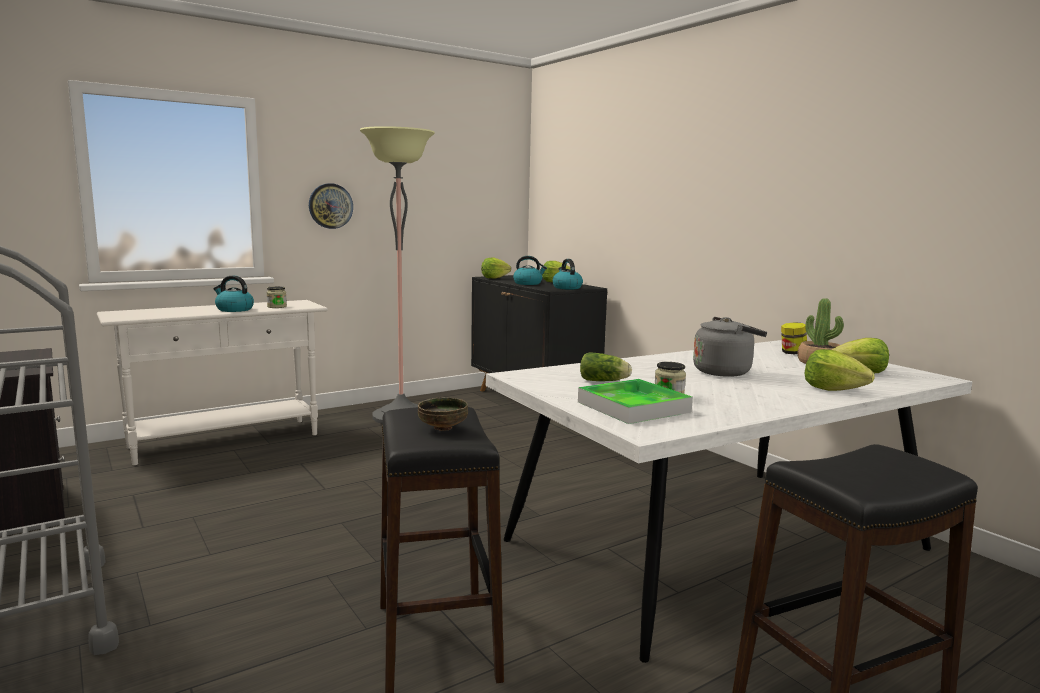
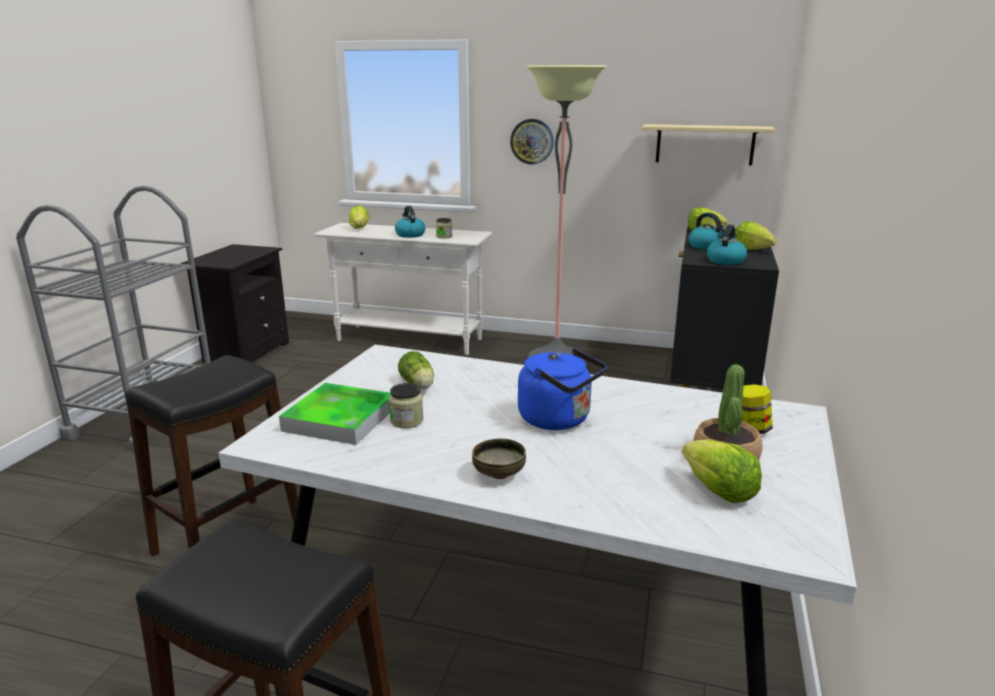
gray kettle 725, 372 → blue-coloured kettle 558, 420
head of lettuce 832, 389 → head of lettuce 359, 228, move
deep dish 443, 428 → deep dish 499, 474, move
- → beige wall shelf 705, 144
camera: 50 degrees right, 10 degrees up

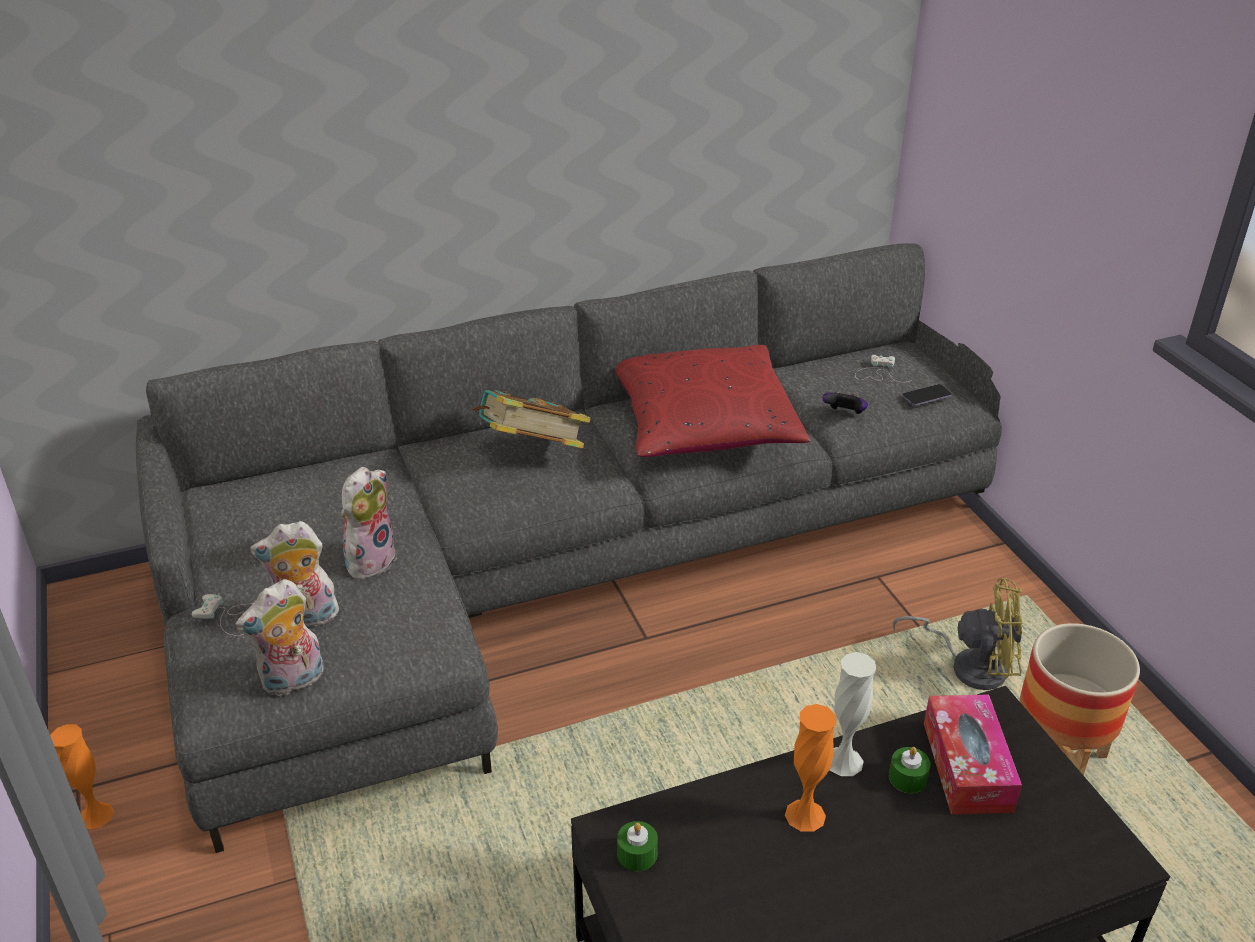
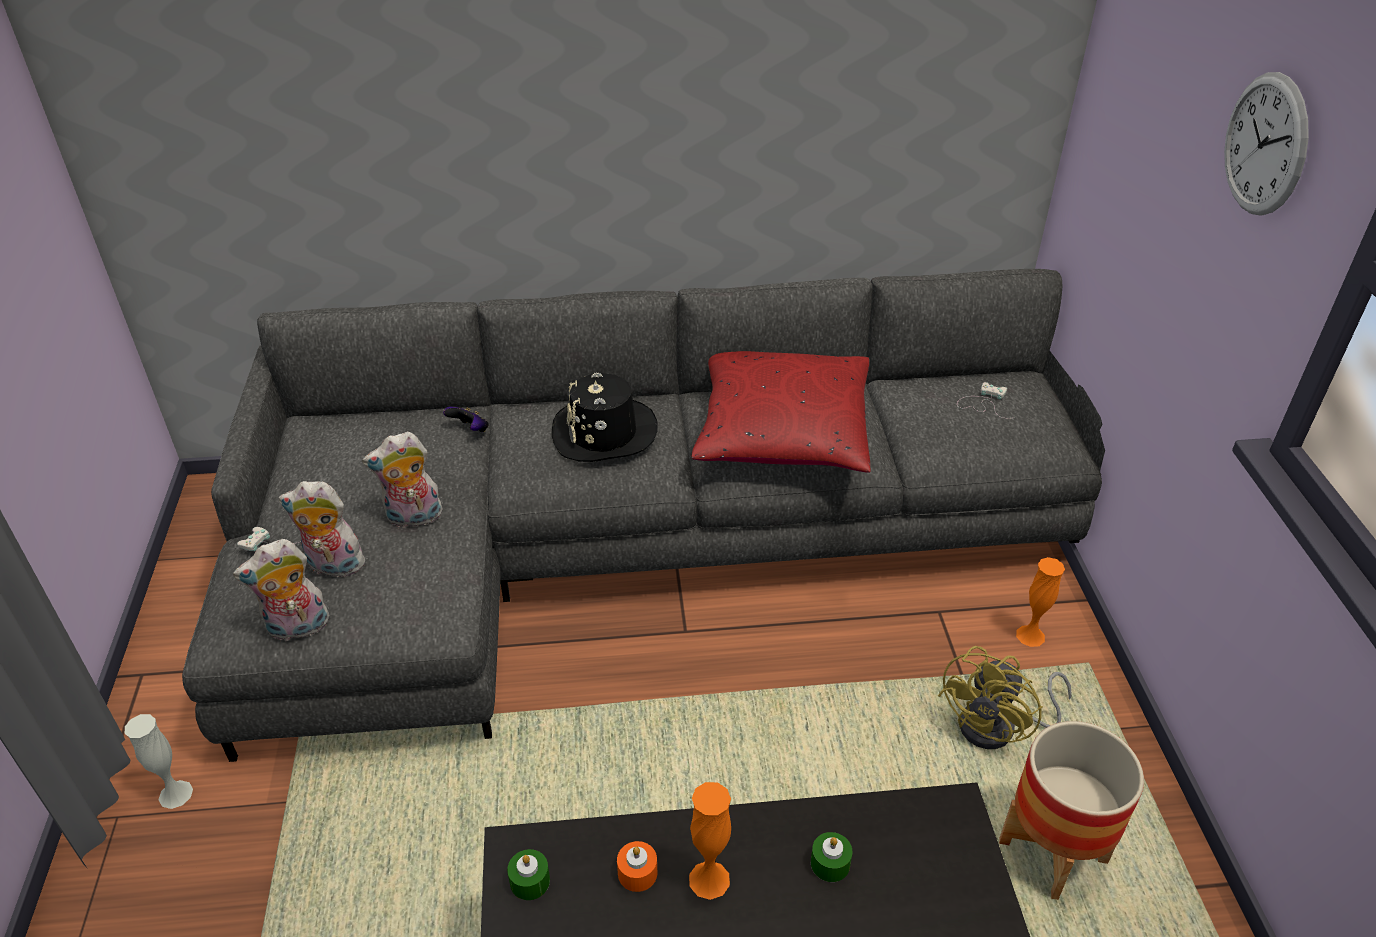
telephone 926, 396 → -
volume 532, 451 → blackish wearable hat 604, 433
joypad 844, 414 → joypad 470, 430, move
soft toy 370, 560 → soft toy 413, 518, 150 degrees counterclockwise
yellow cooling fan 969, 665 → yellow cooling fan 998, 728, 105 degrees clockwise
white-coloured flower vase 843, 761 → white-coloured flower vase 175, 794, move
tissue box 967, 766 → -
orangey flower vase 96, 815 → orangey flower vase 1030, 635, move
- → hanging clock 1265, 144
- → orangey wax candle 637, 873
camera: 15 degrees right, 5 degrees up

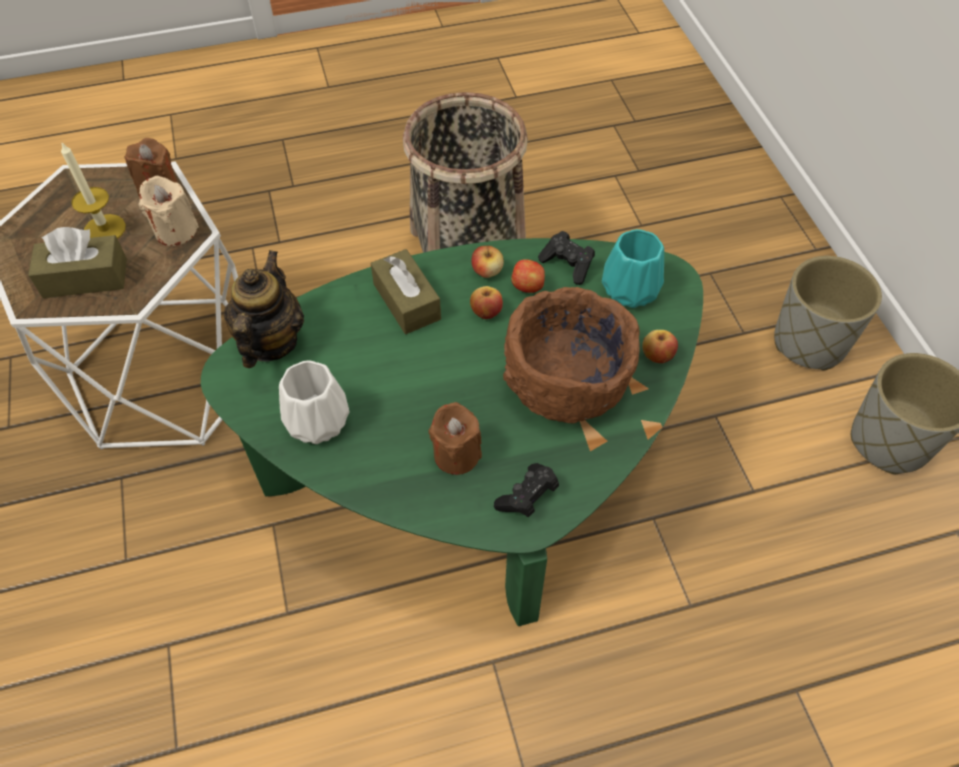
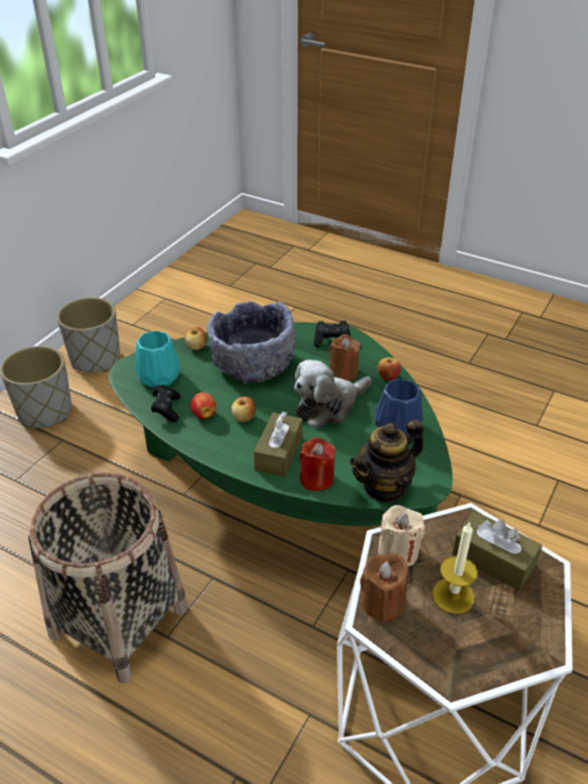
apple 487, 271 → apple 388, 377, move
brown deep dish 566, 381 → gray deep dish 253, 364
white-coloured flower vase 315, 422 → blue-coloured flower vase 399, 428
- → soft toy 329, 406
- → red wax candle 316, 479
camera: 135 degrees left, 15 degrees down

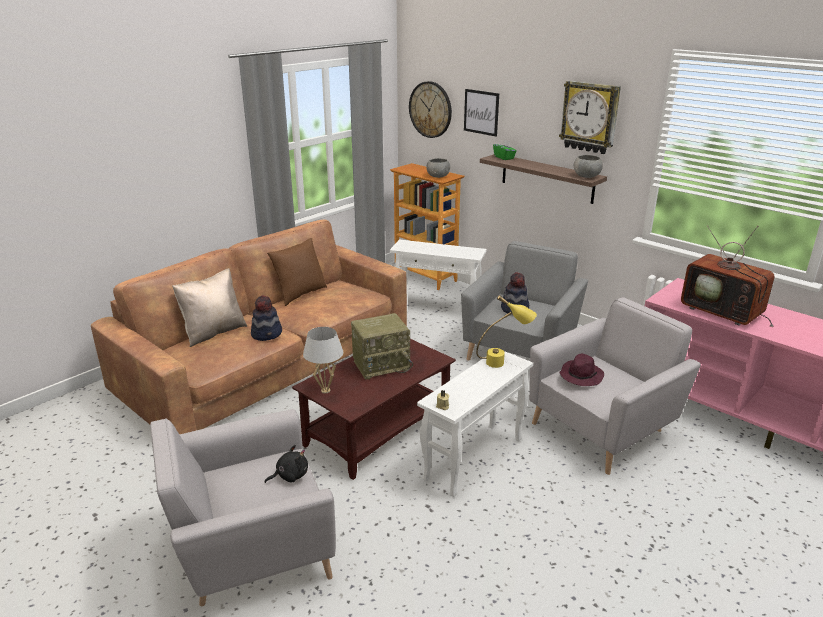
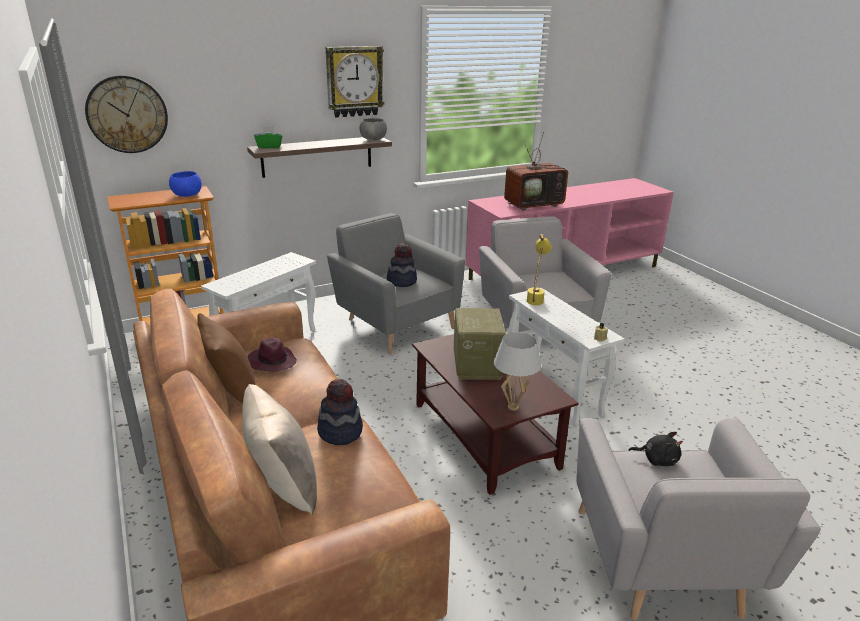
wall art 481, 112 → -
gray deep dish 438, 176 → blue-coloured deep dish 187, 195
purple wearable hat 581, 375 → purple wearable hat 272, 362, move
blackish soft toy 290, 476 → blackish soft toy 657, 459, 120 degrees clockwise
camera: 70 degrees left, 0 degrees up

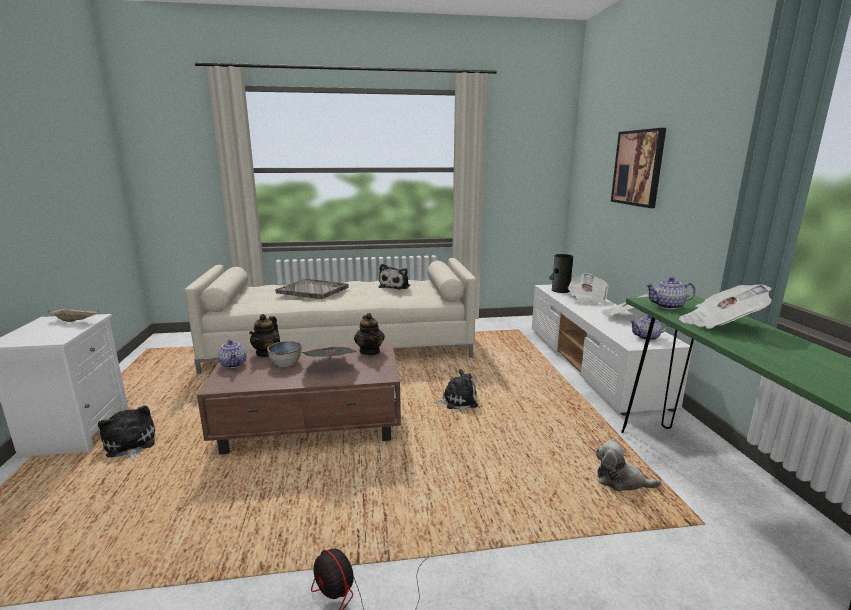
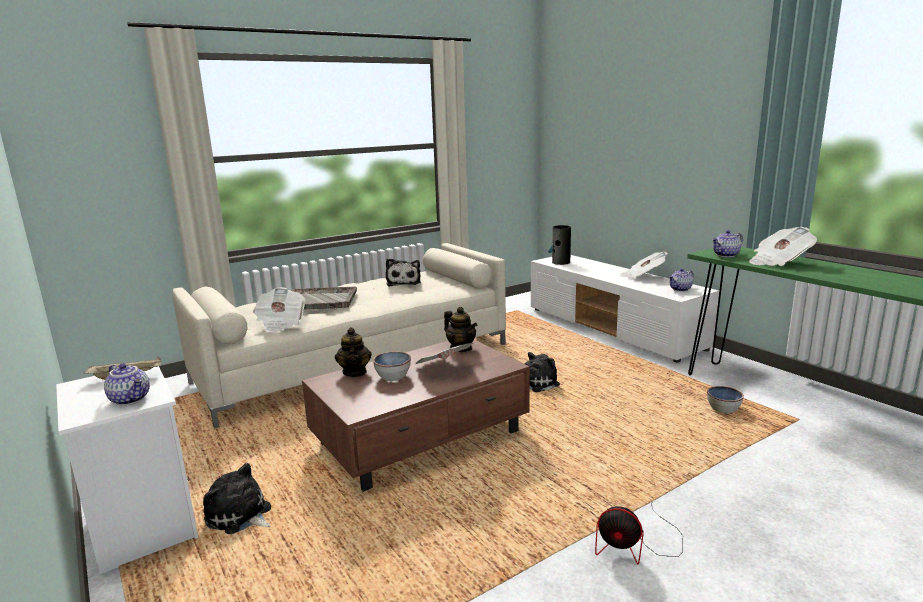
wall art 638, 168 → -
daily paper 586, 300 → daily paper 280, 323, move
teapot 234, 364 → teapot 131, 399, move
soft toy 621, 481 → deep dish 723, 409
camera: 25 degrees left, 0 degrees up

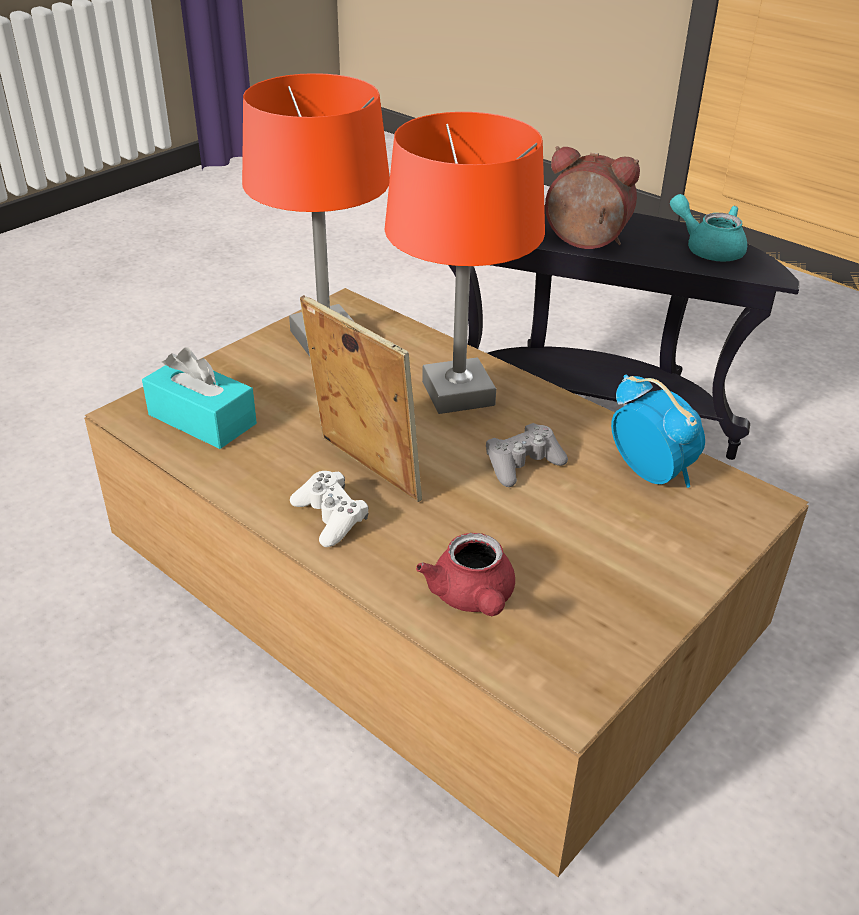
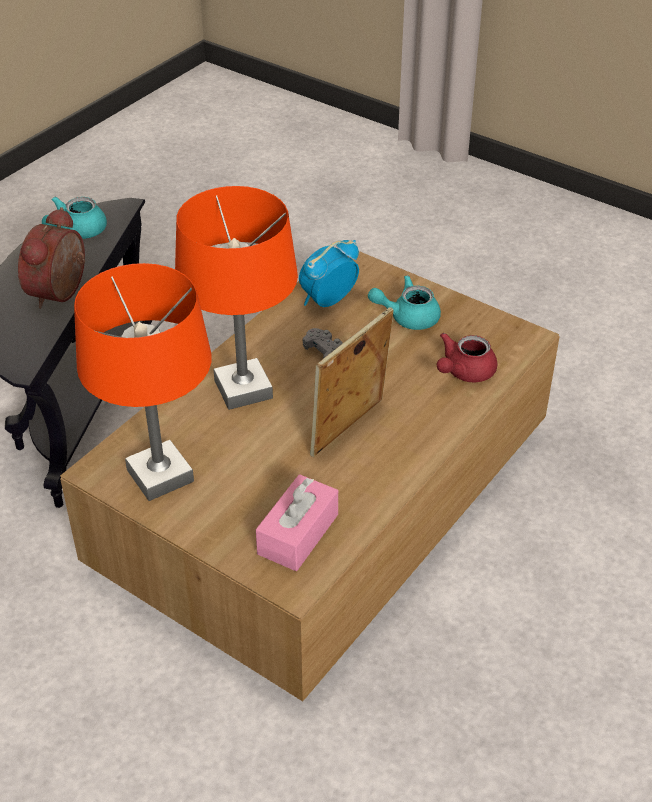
blue-green tissue box 202, 419 → pinkish tissue box 298, 534
white-coloured joypad 330, 518 → -
red teapot 473, 598 → red teapot 464, 372, 150 degrees clockwise
- → blue-green teapot 407, 317
camera: 95 degrees left, 5 degrees up

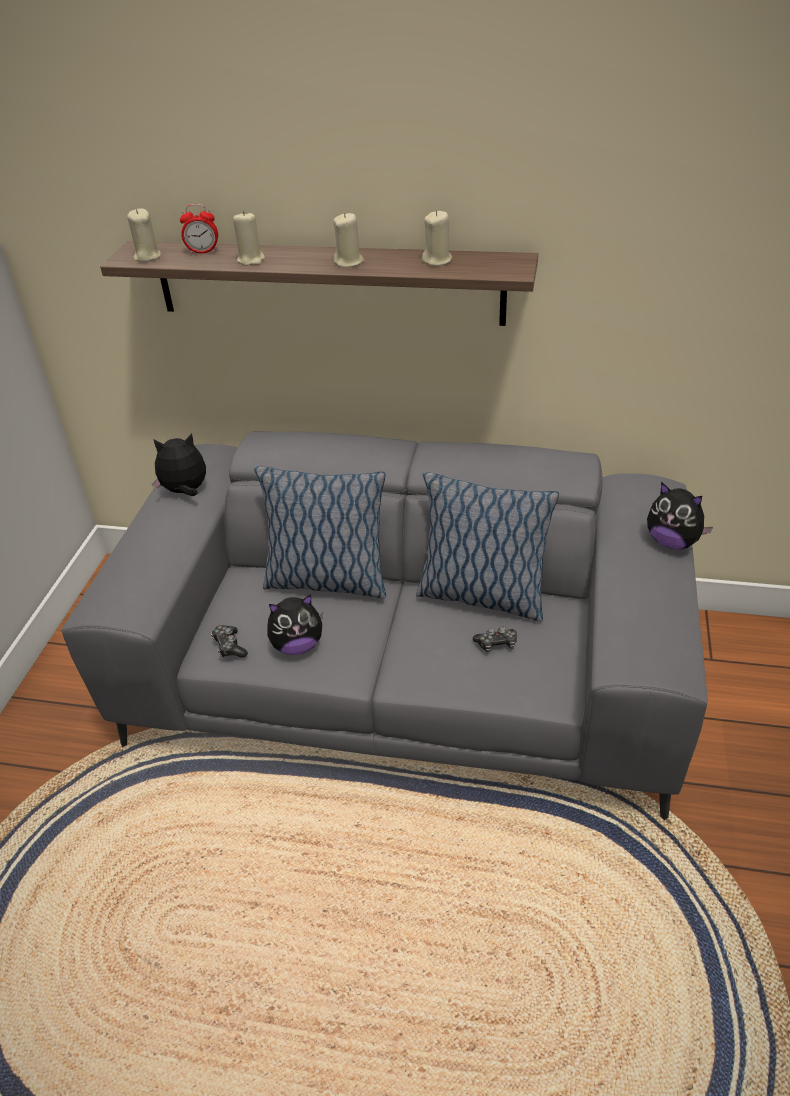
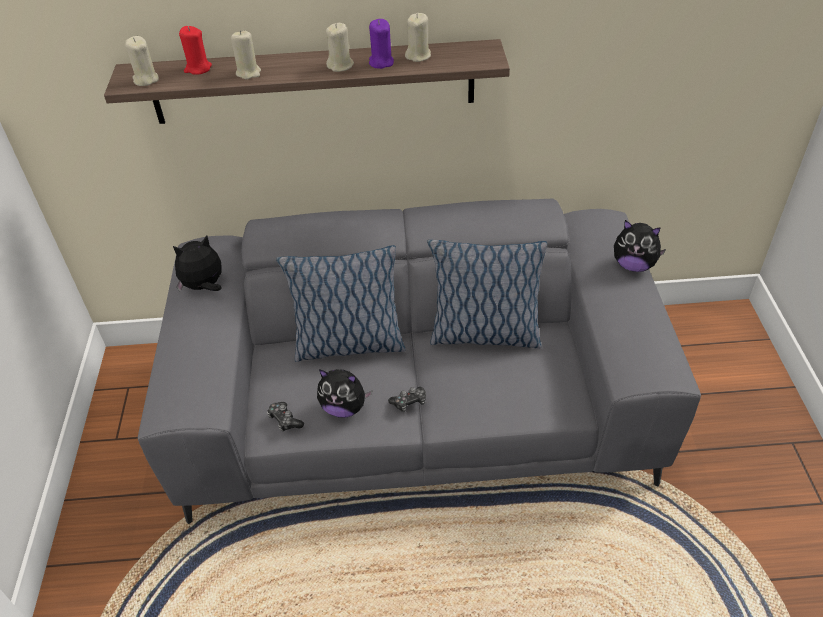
table clock 203, 252 → red wax candle 198, 69
soft toy 297, 645 → soft toy 344, 407, 45 degrees clockwise
joypad 496, 644 → joypad 409, 402, move
- → purple wax candle 381, 62
camera: 15 degrees left, 5 degrees up

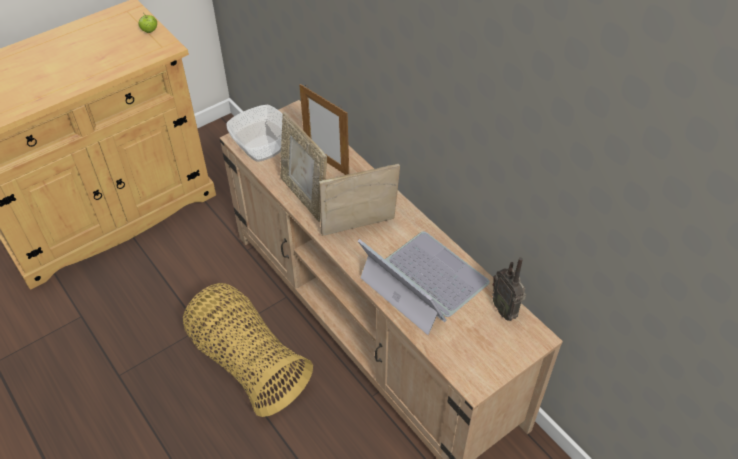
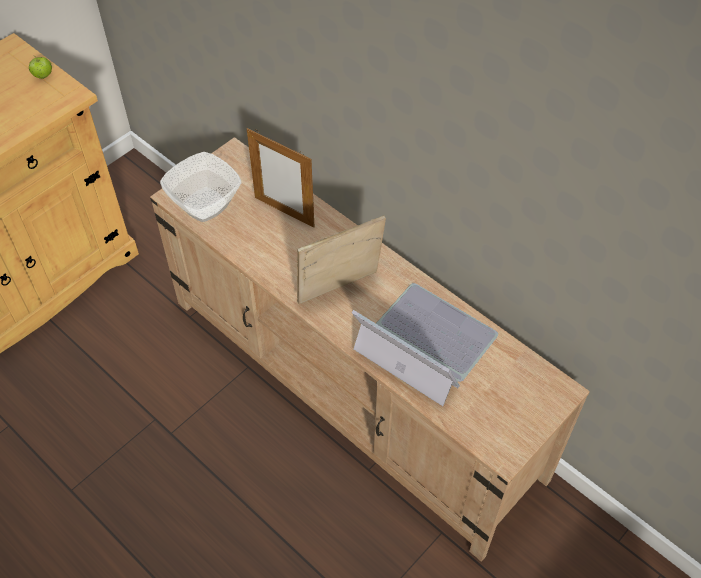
standing frame 305, 197 → -
radio receiver 505, 309 → -
basket 247, 363 → -
camera: 10 degrees left, 5 degrees up

